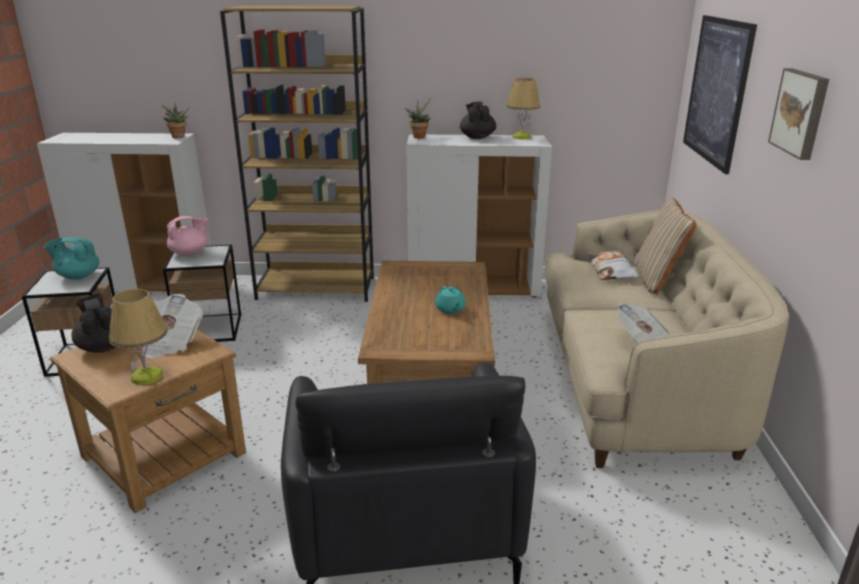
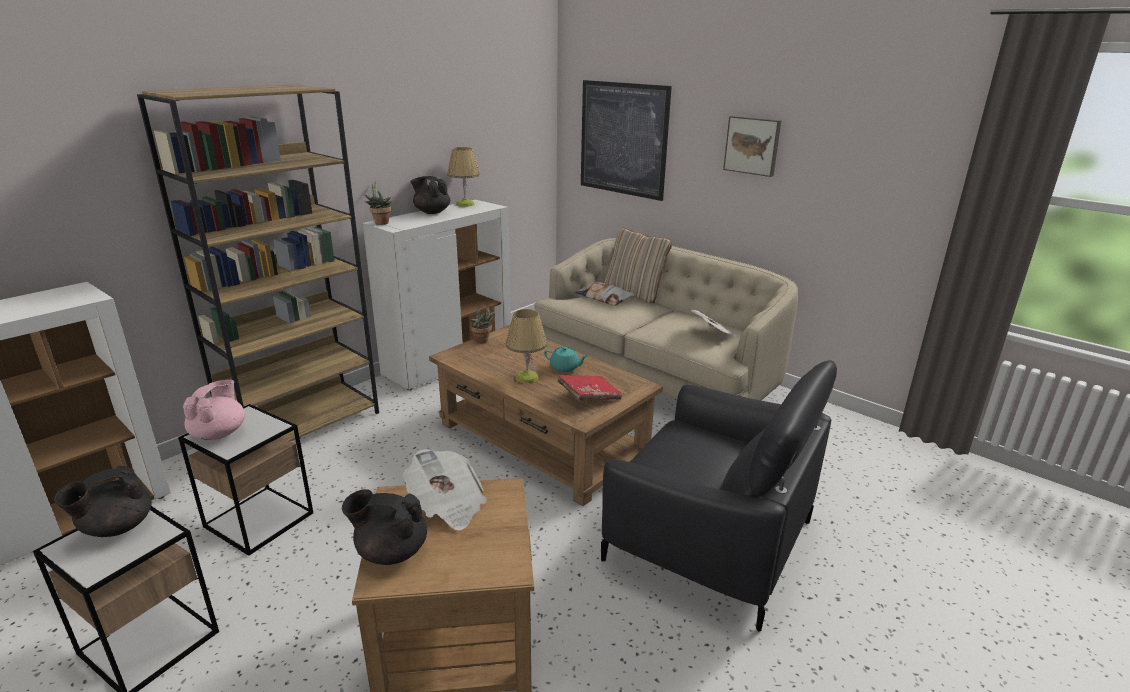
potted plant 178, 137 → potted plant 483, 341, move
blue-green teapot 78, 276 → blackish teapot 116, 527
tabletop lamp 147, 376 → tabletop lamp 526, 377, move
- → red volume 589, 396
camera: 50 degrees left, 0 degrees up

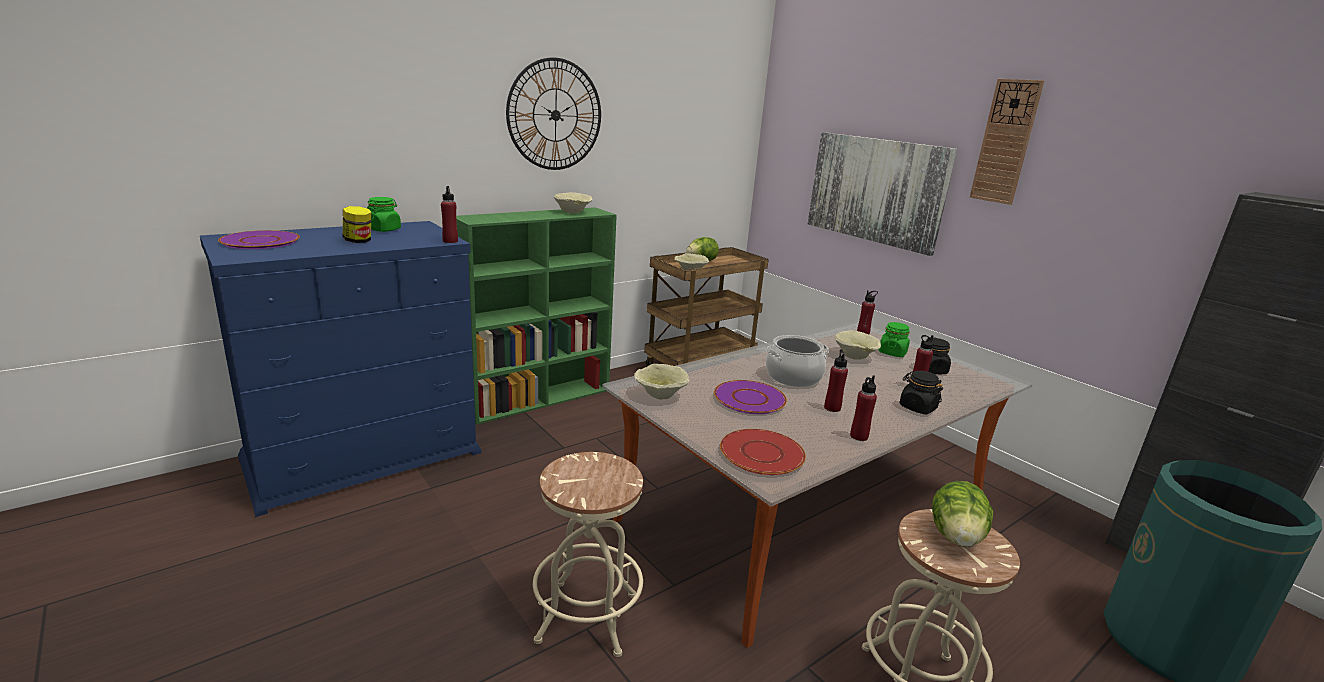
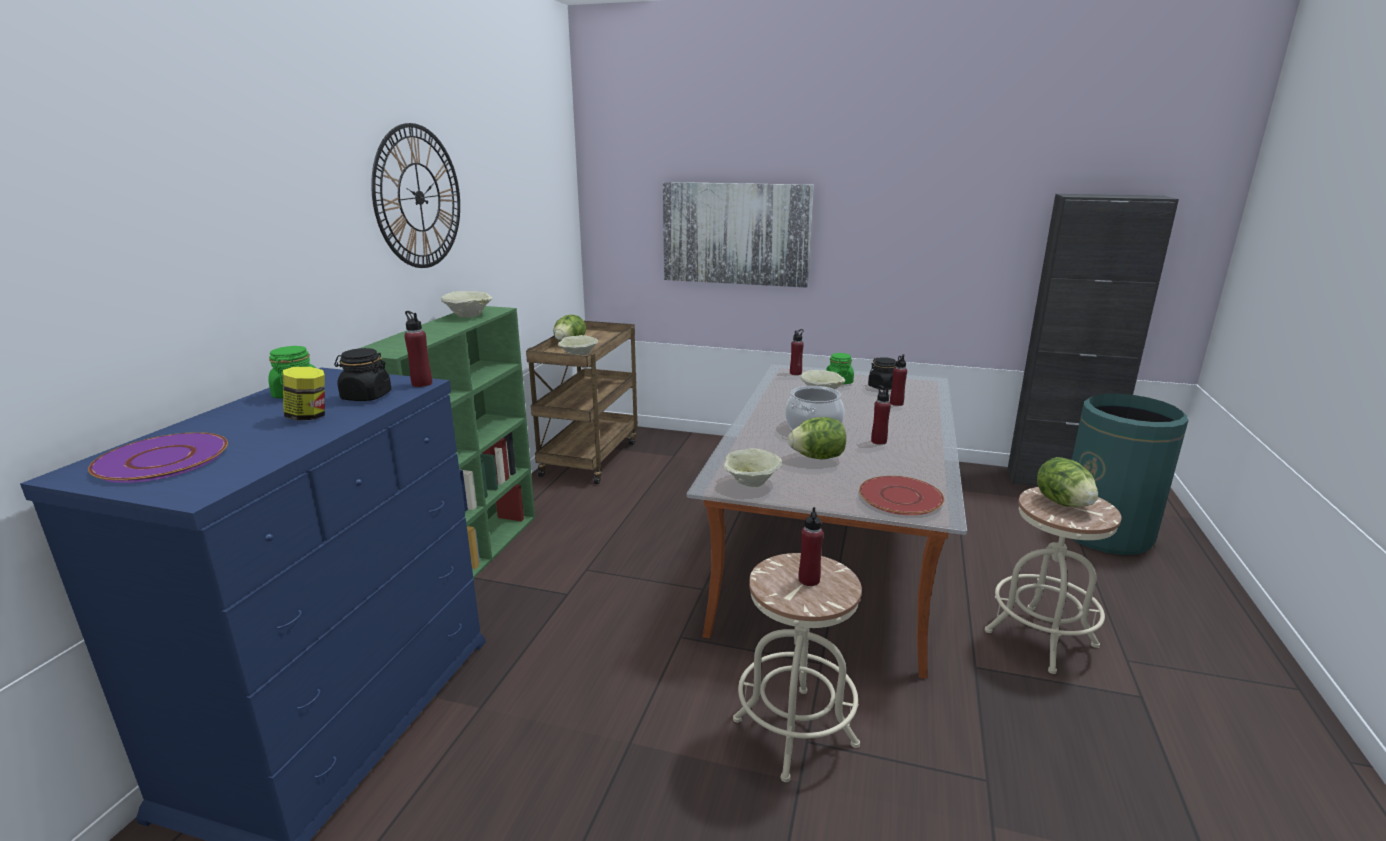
hanging clock 1005, 142 → -
blackish jar 917, 407 → blackish jar 366, 396, move
red bottle 859, 436 → red bottle 809, 580, move
purple flat dish 750, 399 → head of lettuce 817, 457
camera: 35 degrees left, 0 degrees up

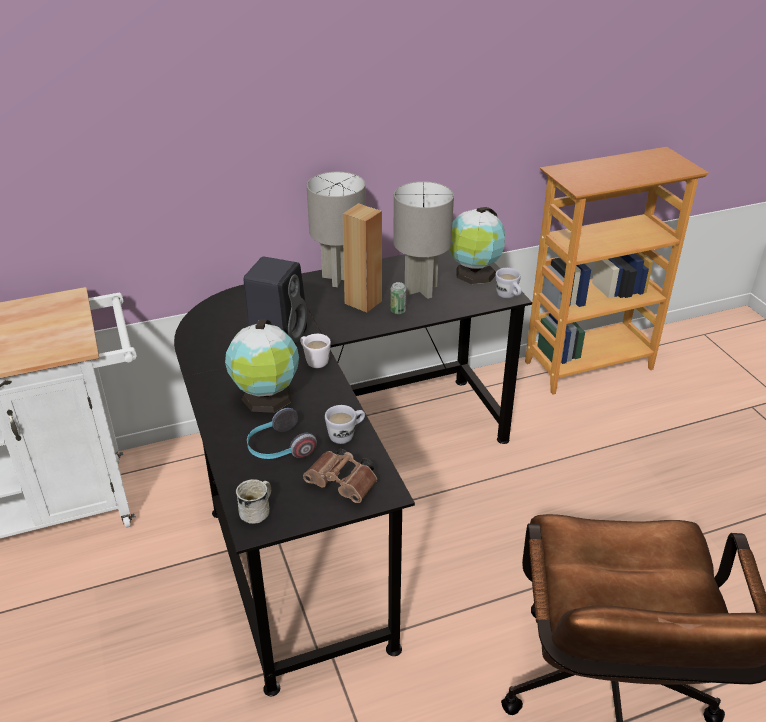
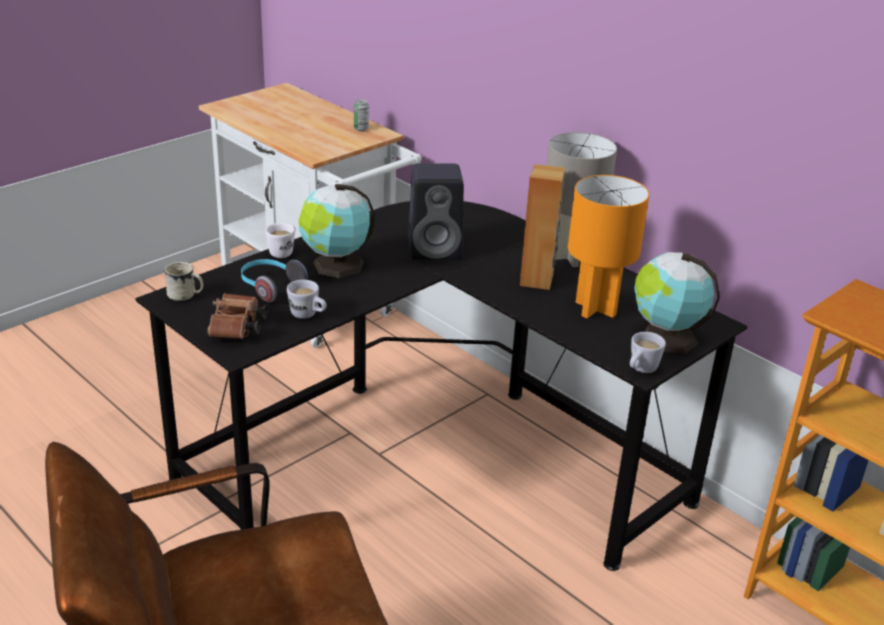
gray tabletop lamp 421, 290 → orangey tabletop lamp 595, 309
can 398, 311 → can 361, 128, move
white-coloured tea mug 314, 360 → white-coloured tea mug 284, 251, move
camera: 65 degrees right, 5 degrees down

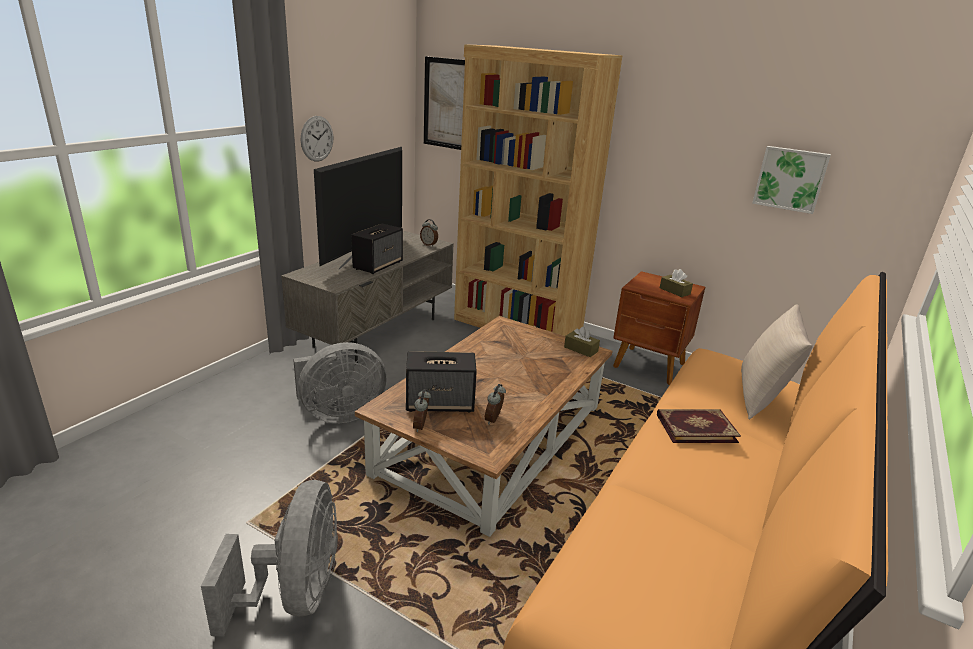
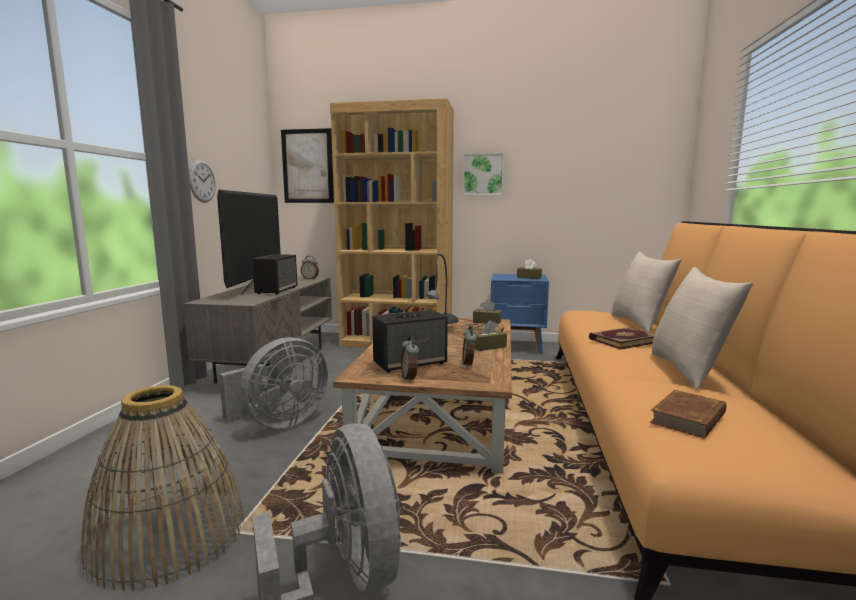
wall art 790, 179 → wall art 483, 174, move
brown bedside table 649, 366 → blue-coloured bedside table 517, 347
- → gray tabletop lamp 452, 332
- → beige pillow 689, 371
- → brown tissue box 488, 347
- → basket 168, 536
- → brown volume 689, 418
camera: 20 degrees left, 15 degrees down

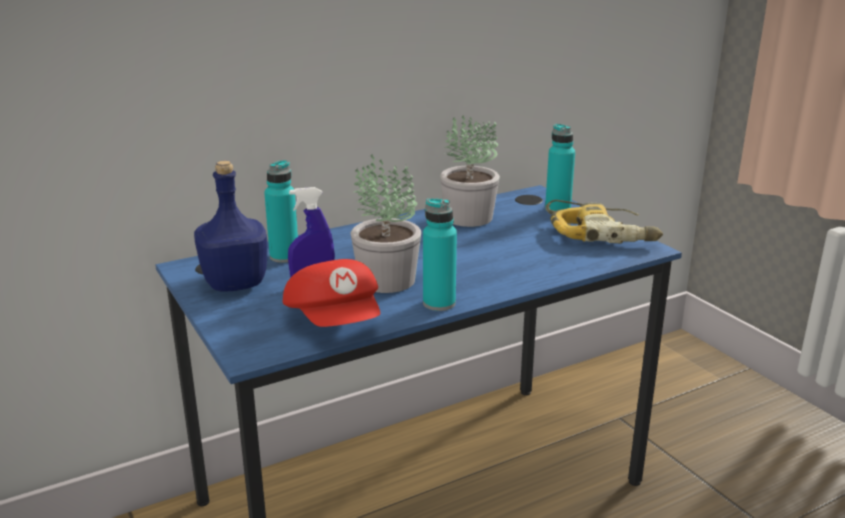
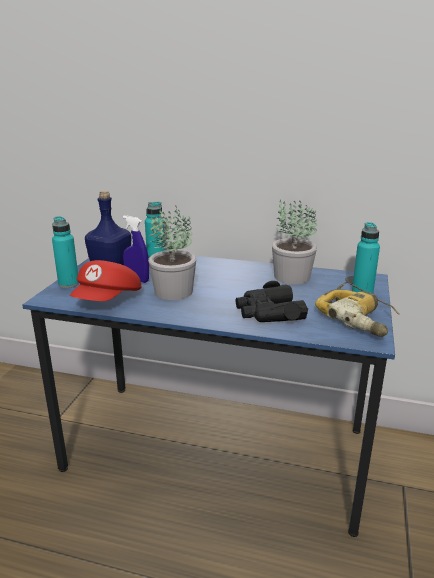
blue-green bottle 439, 303 → blue-green bottle 68, 284, move
- → blackish field glasses 268, 313
camera: 45 degrees right, 0 degrees up

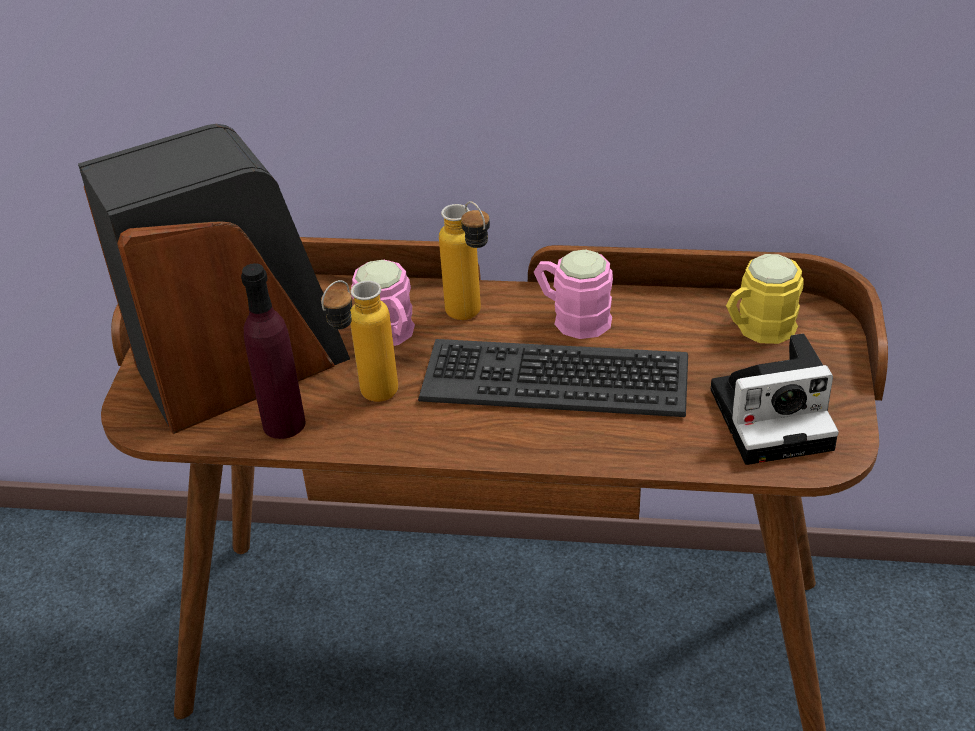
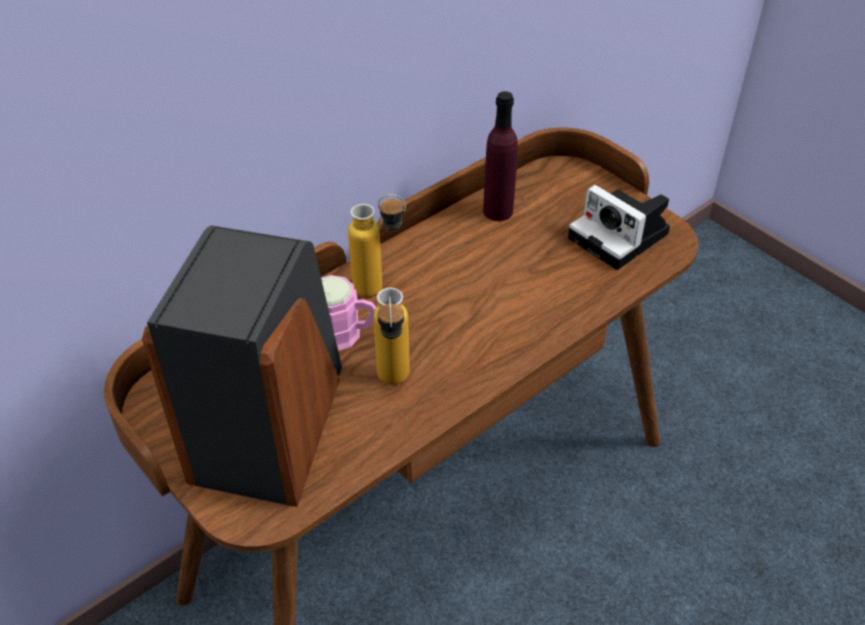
pinkish tea mug 572, 317 → -
yellow tea mug 757, 329 → -
purple bottle 284, 424 → purple bottle 498, 211, move
still camera 775, 417 → still camera 622, 237, 105 degrees clockwise
computer keyboard 555, 378 → -
camera: 50 degrees left, 5 degrees up

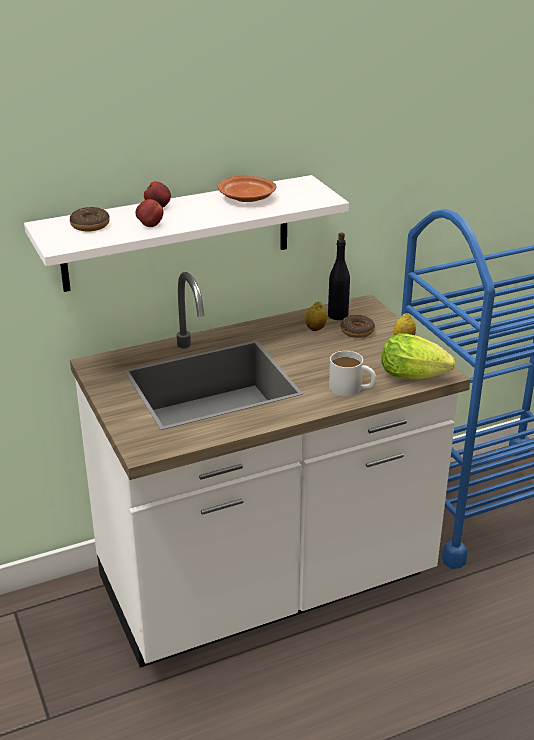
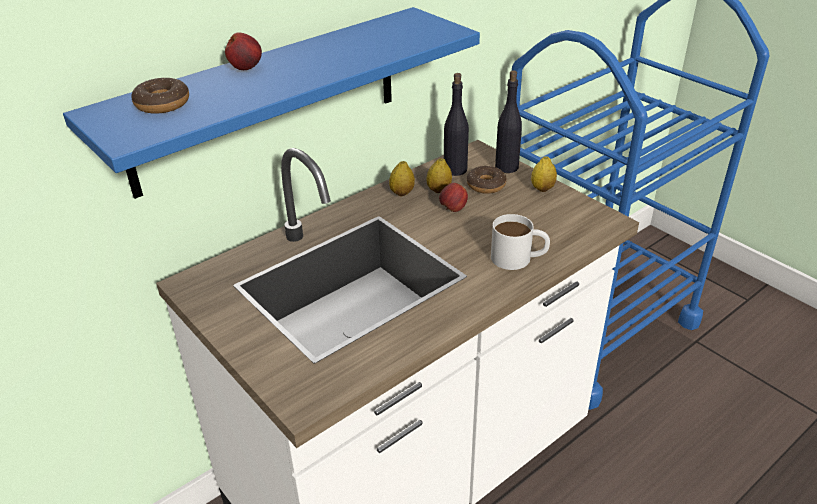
white-coloured wall shelf 177, 233 → blue-coloured wall shelf 268, 100
brown flat dish 247, 198 → -
apple 150, 226 → apple 453, 209, move
head of lettuce 416, 376 → -
- → blackish bottle 506, 167
- → lemon 402, 193
camera: 15 degrees left, 5 degrees up

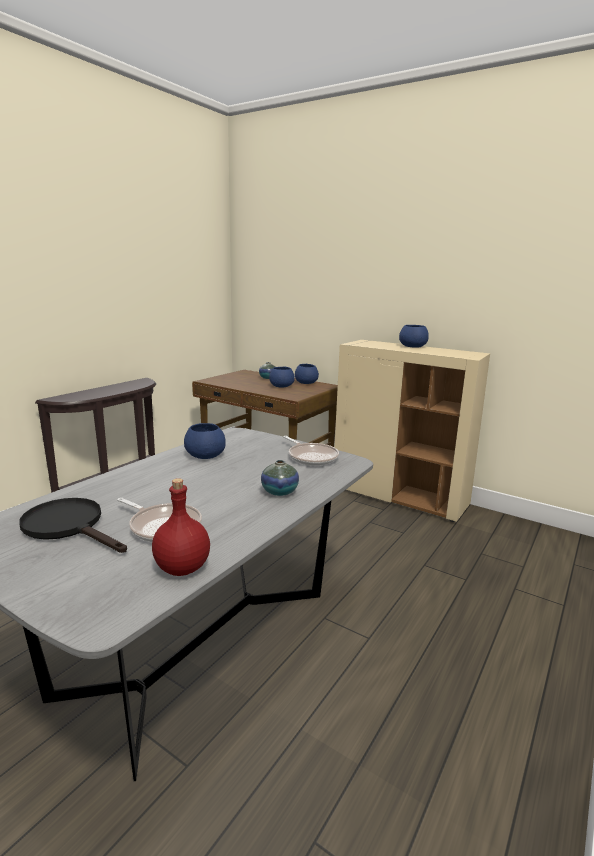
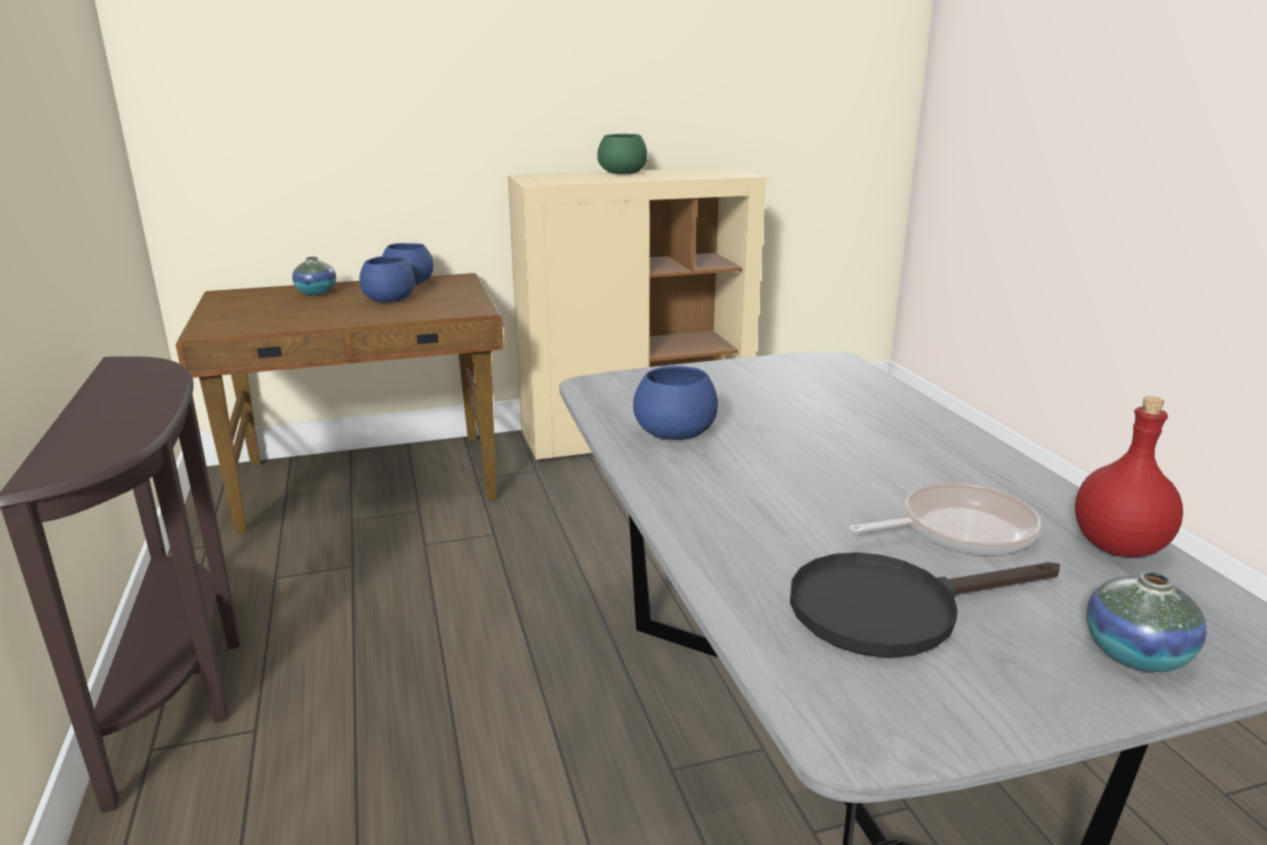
blue-coloured deep dish 413, 346 → green deep dish 623, 173
frying pan 311, 457 → -
flower vase 279, 492 → flower vase 1135, 654, move
camera: 50 degrees left, 5 degrees up

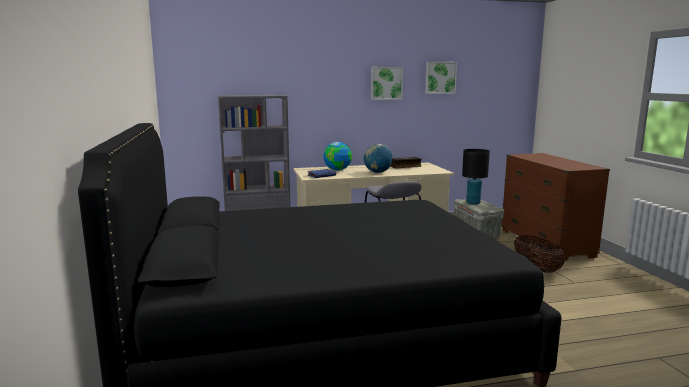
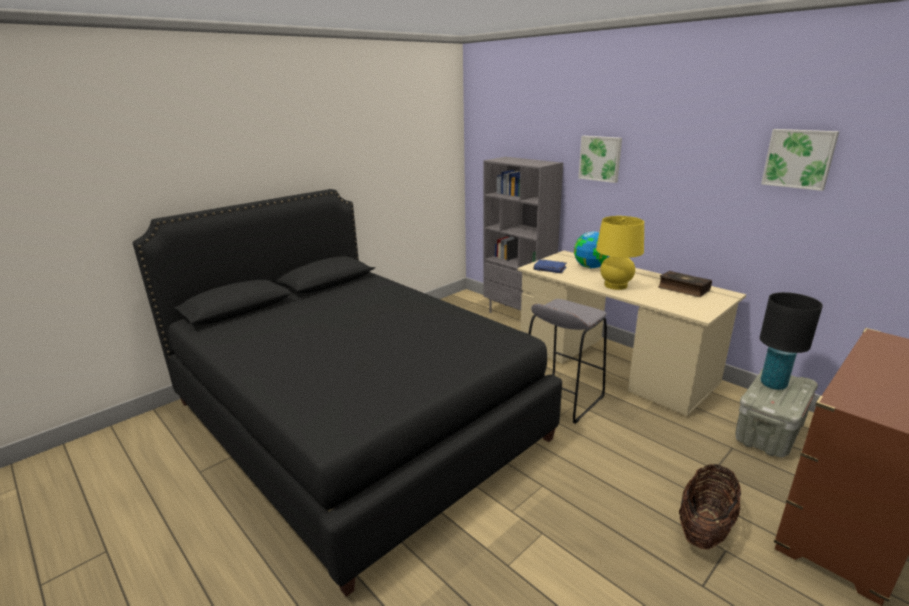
wall art 386, 83 → wall art 600, 158, move
globe 377, 172 → yellow tabletop lamp 615, 285
camera: 60 degrees right, 10 degrees up

